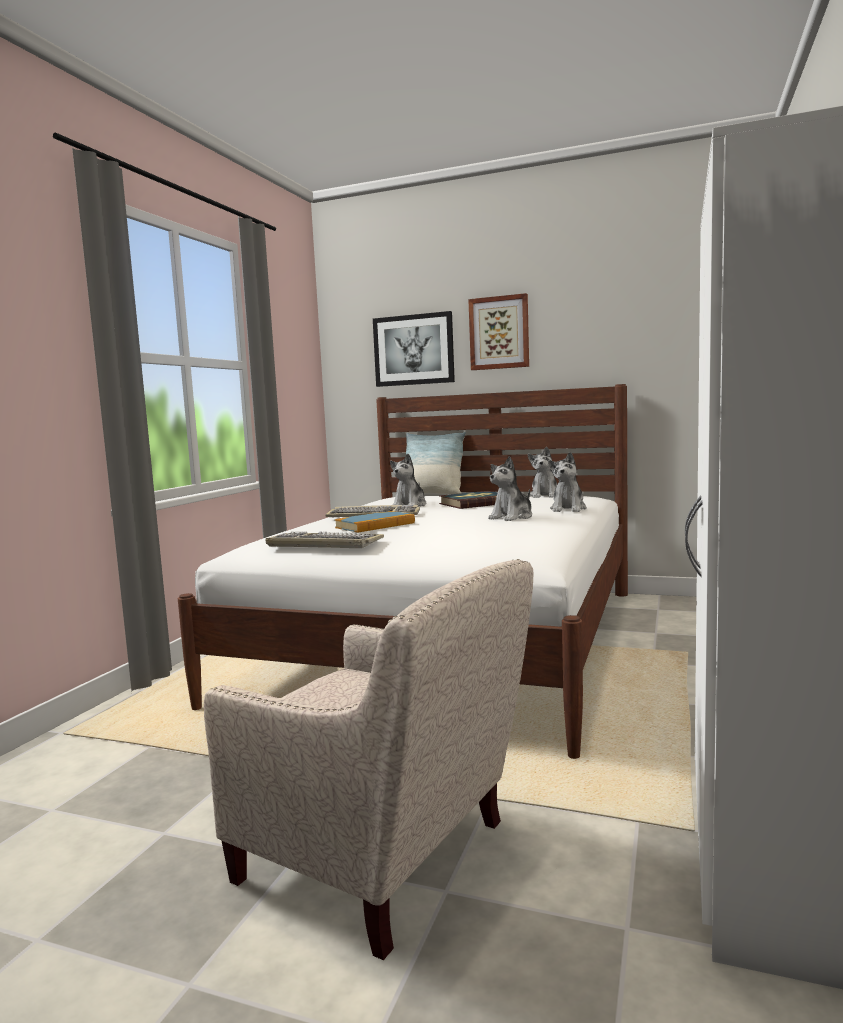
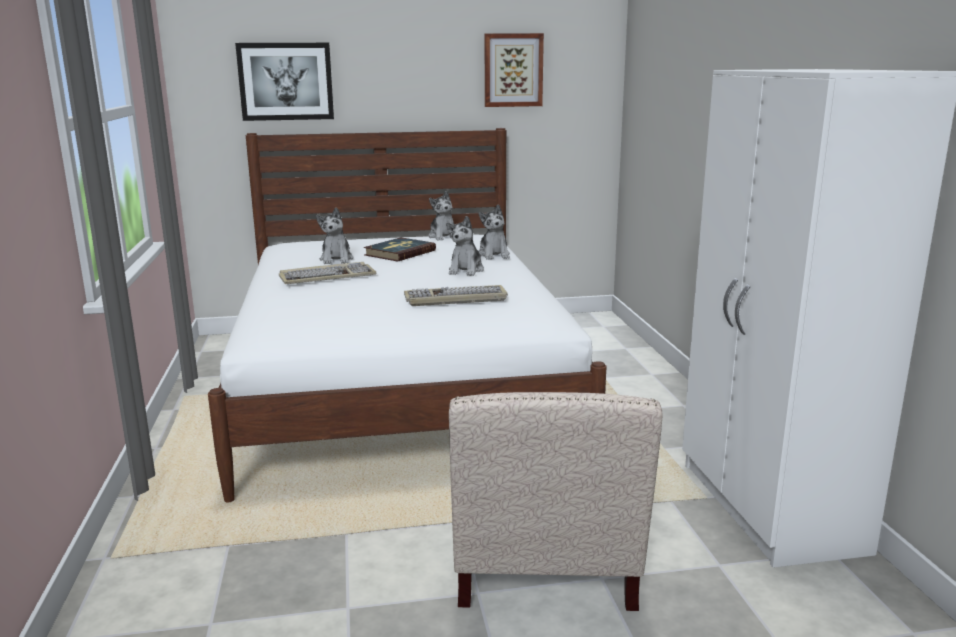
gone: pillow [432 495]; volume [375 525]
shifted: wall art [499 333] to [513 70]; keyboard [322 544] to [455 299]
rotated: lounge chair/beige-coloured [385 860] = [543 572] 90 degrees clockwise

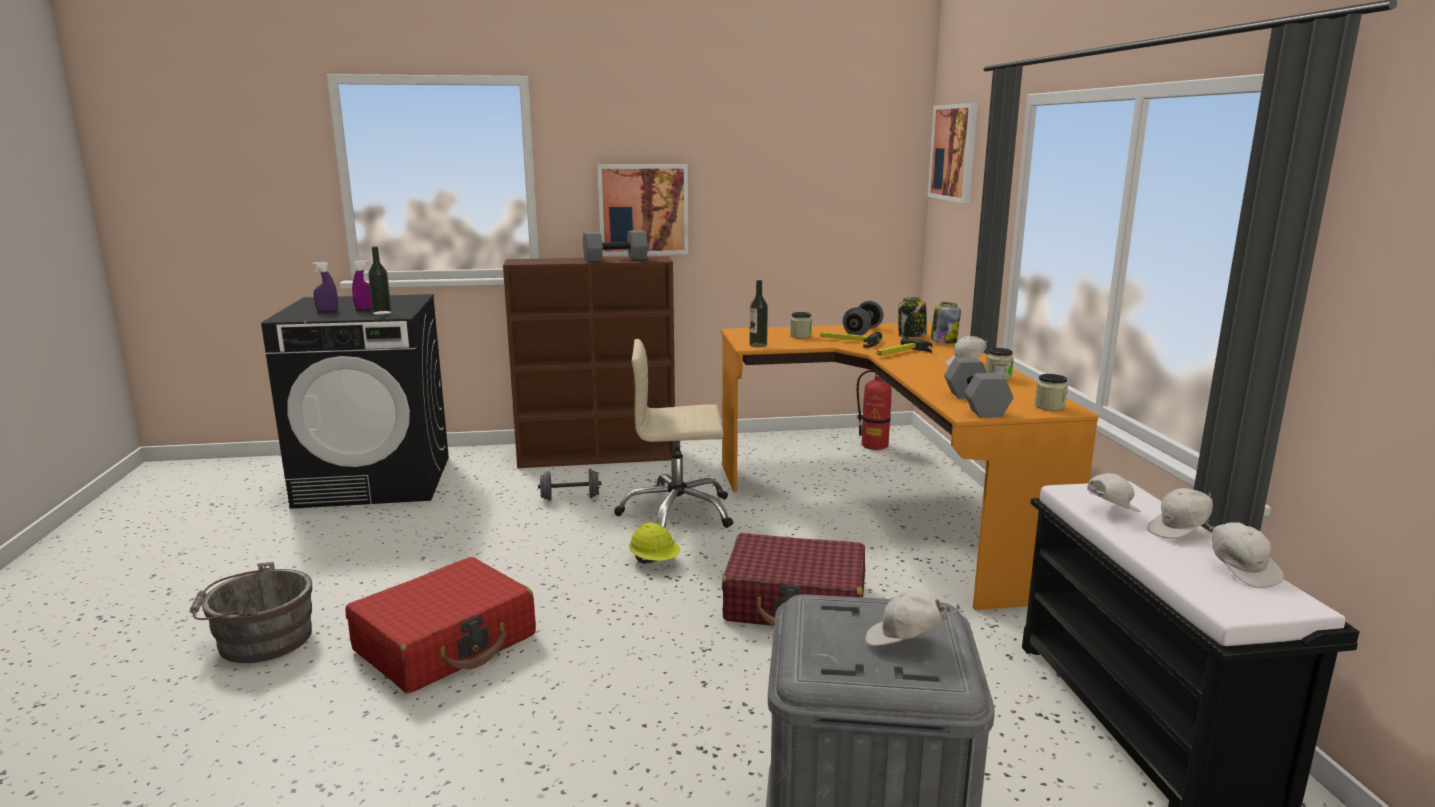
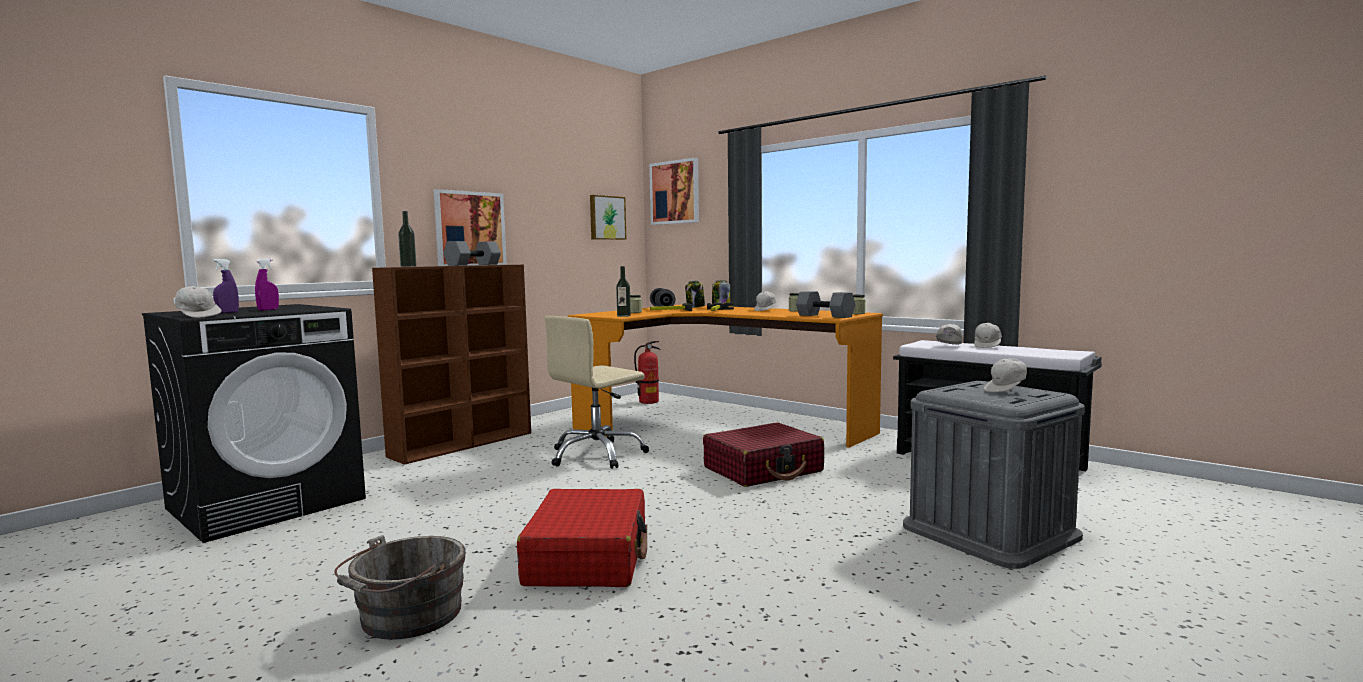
gone: hand weight/gray [570 498]; hard hat/yellow [654 561]
new: wall art [606 218]
shifted: drink bottle [382 313] to [408 266]; baseball cap/white-coloured [1241 570] to [198 316]

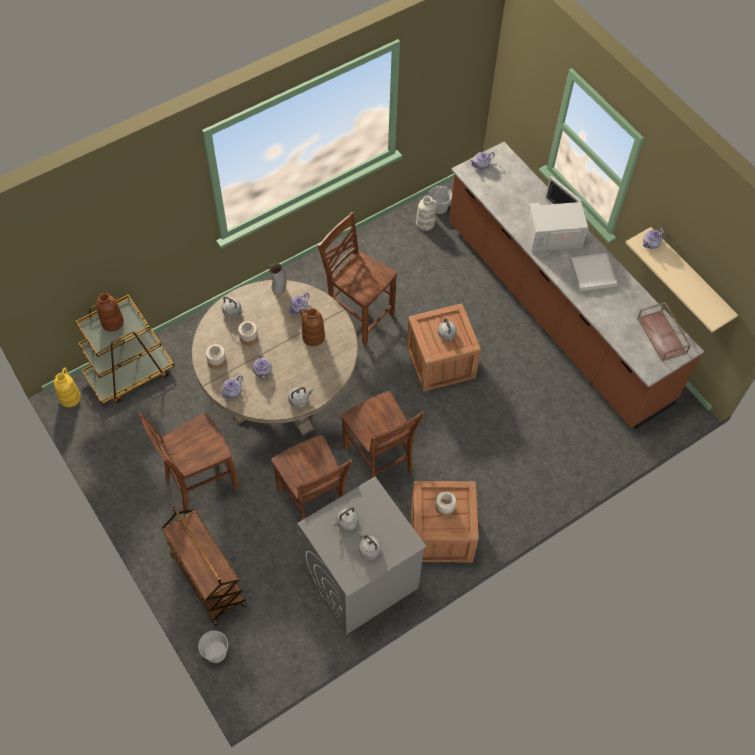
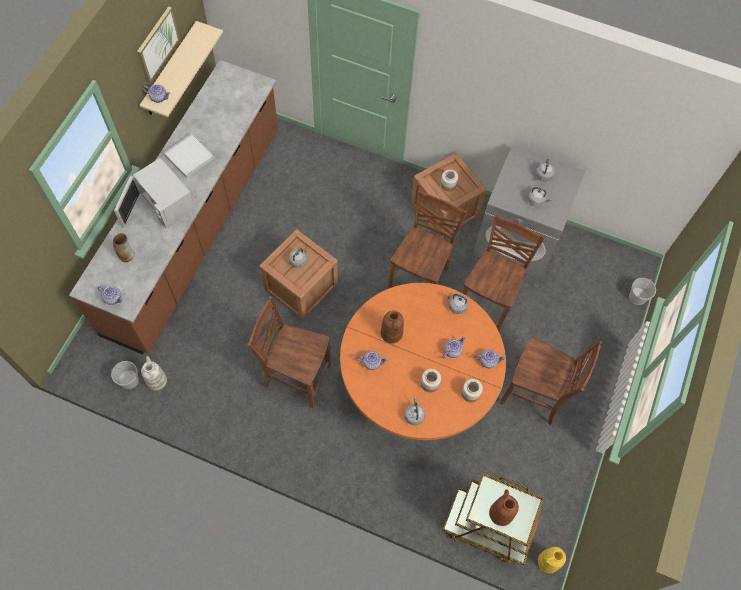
gone: serving tray/brownish [662 336]; trolley/brownish [207 580]
new: wall art [157 44]
shifted: decorative vase [279 288] to [126 255]
repainted: dining table/beige-coloured [280 393] to dining table/orangey [415 388]
rotated: upright chair/brownish [358 314] = [296 376] 105 degrees clockwise

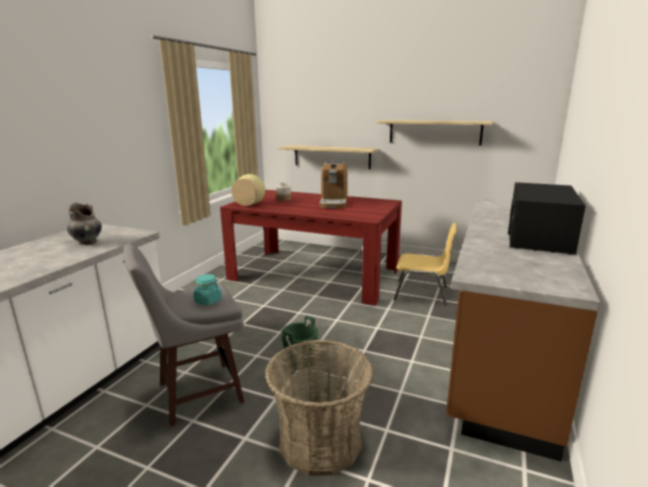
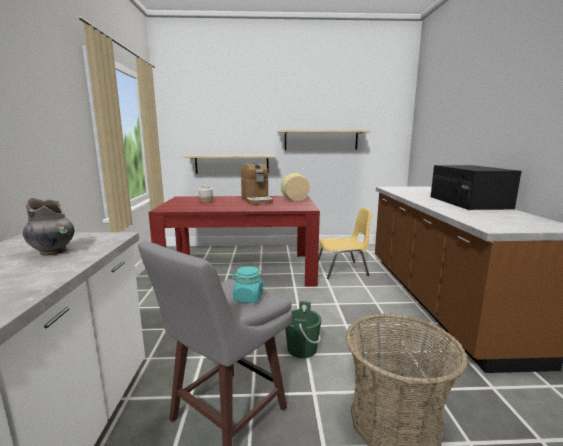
shifted: decorative vase [250 204] to [294 200]

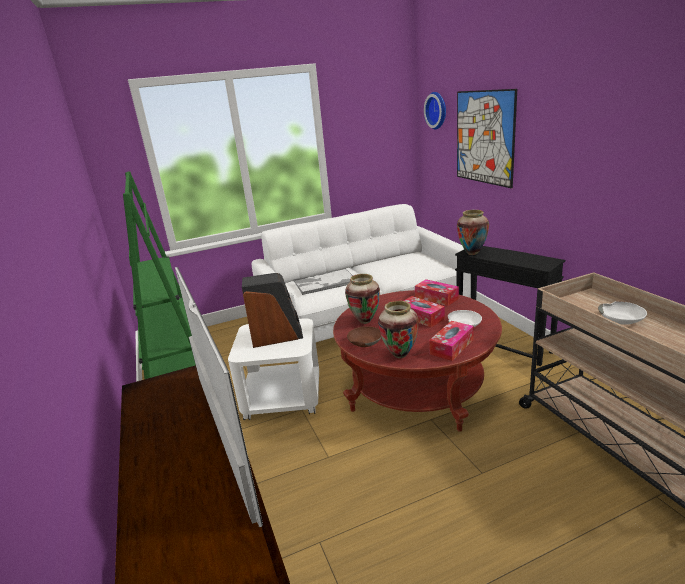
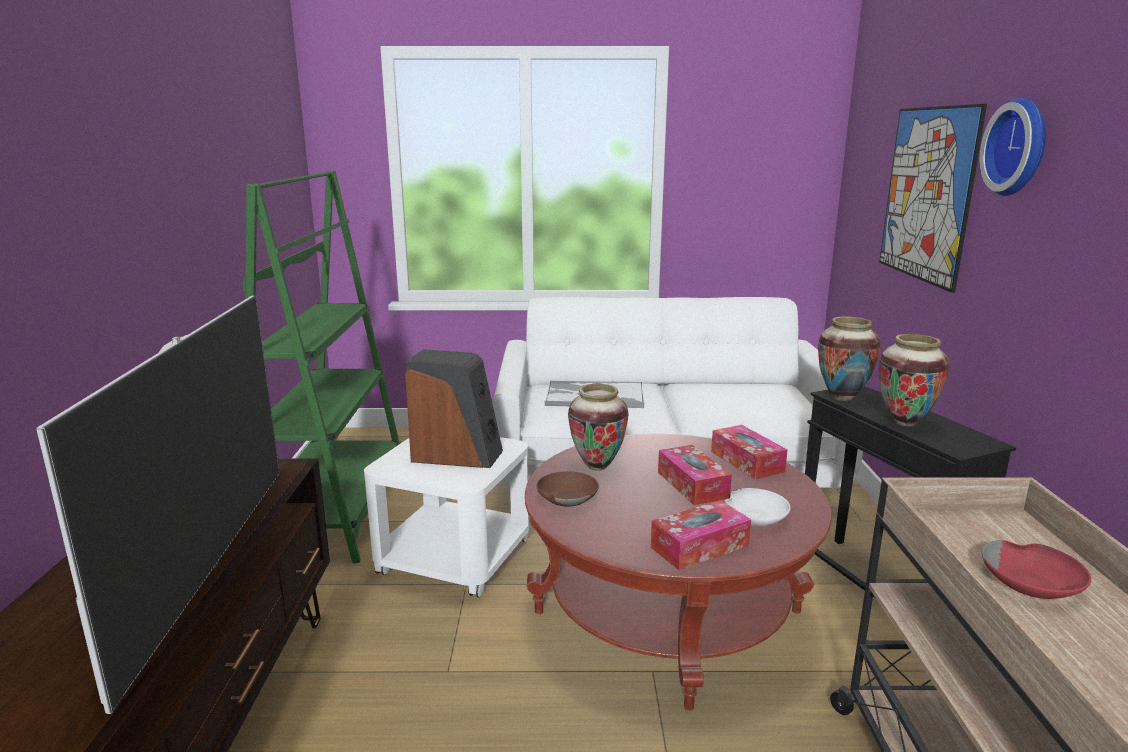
shifted: hanging clock [437 110] to [1020 147]; decorative vase [400 355] to [905 422]
repainted: bowl/white-coloured [621 319] to bowl/red-coloured [1033 583]

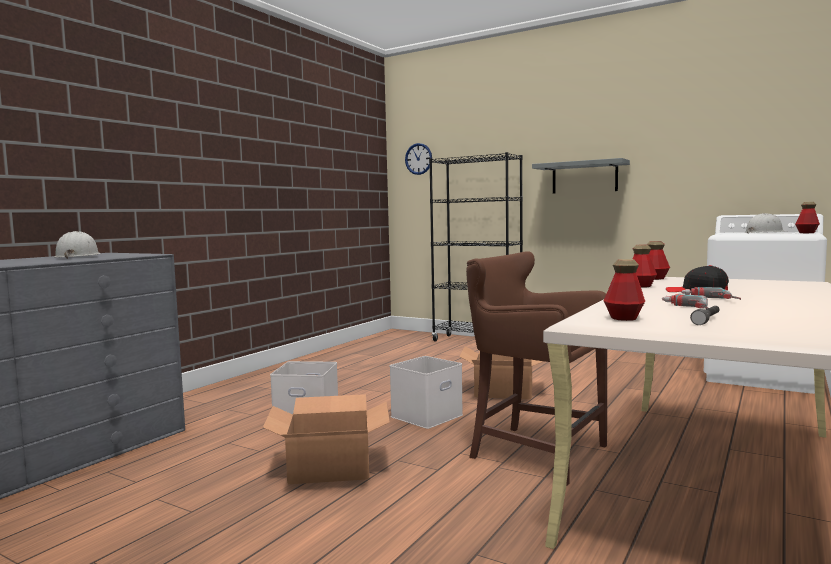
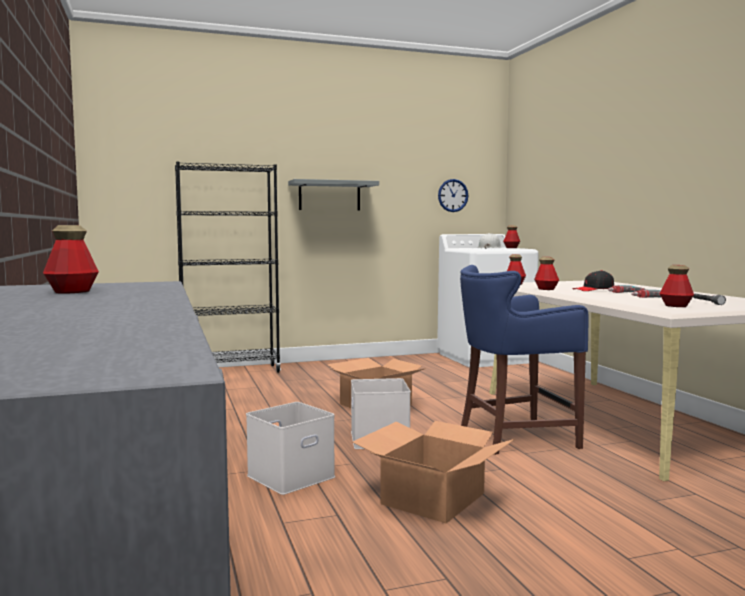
shifted: hanging clock [418 159] to [453 195]
swapped: hard hat/white-coloured [78 256] to drink bottle [72 292]
repainted: sitting stool/brownish [534 451] to sitting stool/bluish [513 437]

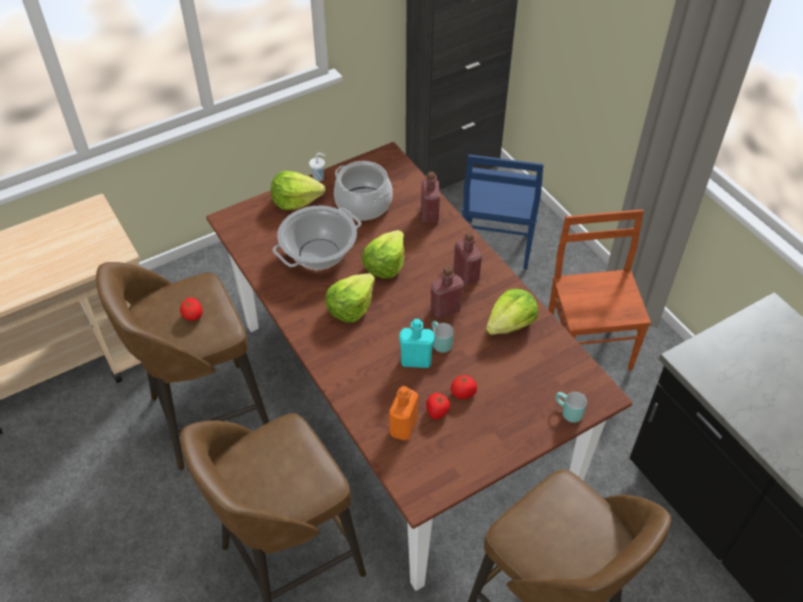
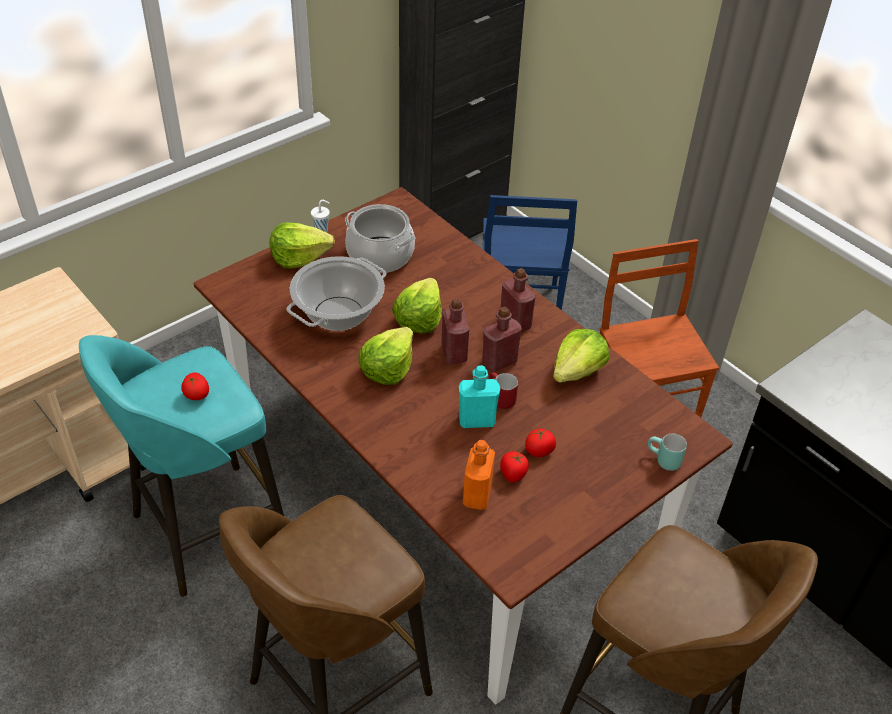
shifted: drink bottle/red-coloured [429 215] to [454 353]
repainted: sitting stool/brownish [206 416] to sitting stool/blue-green [206 530]; coffee mug/blue-green [439 343] to coffee mug/red-coloured [499 398]

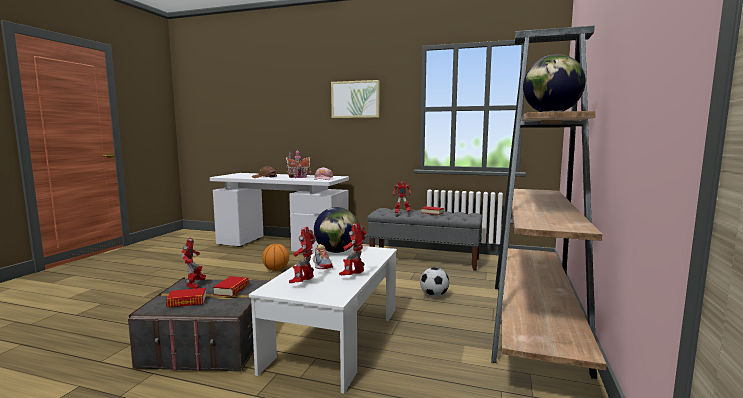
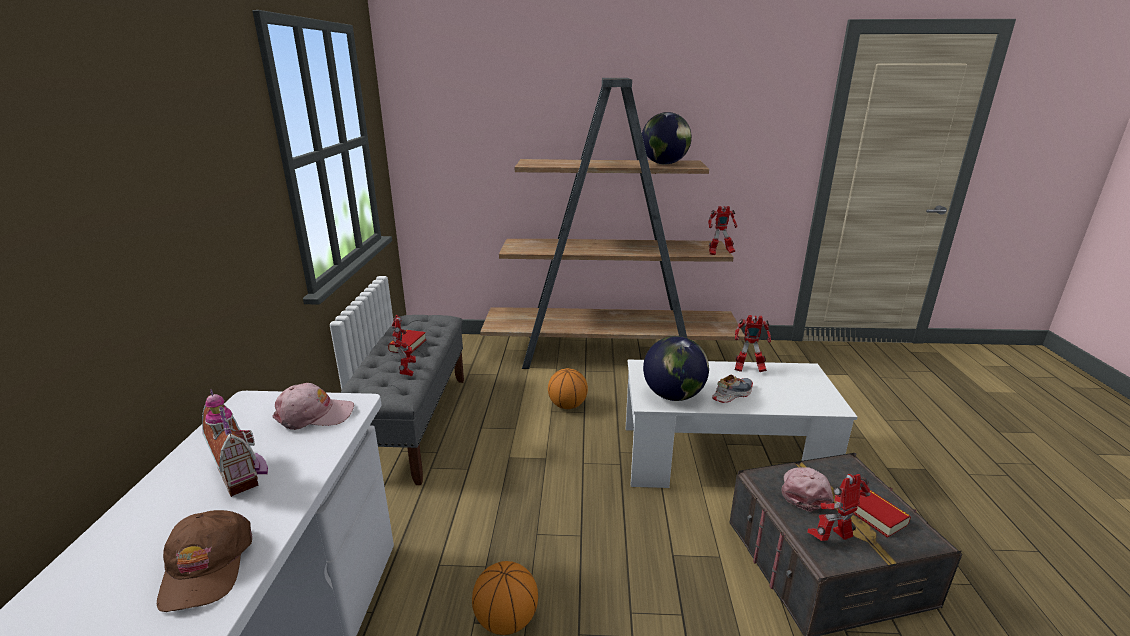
gone: wall art [355 99]
shifted: toy robot [303 283] to [719 254]
swapped: football ball [434 295] to basketball ball [567 405]; volume [231 290] to baseball cap/pink [805 491]

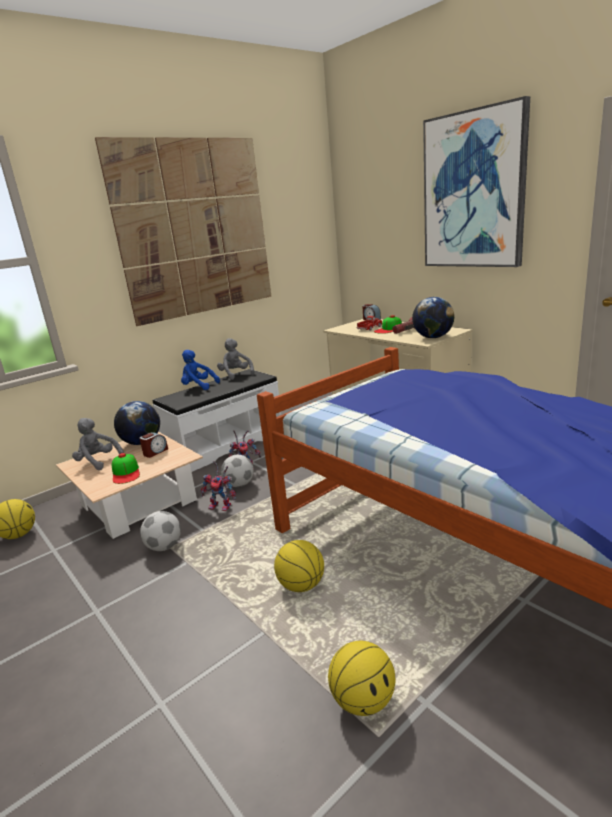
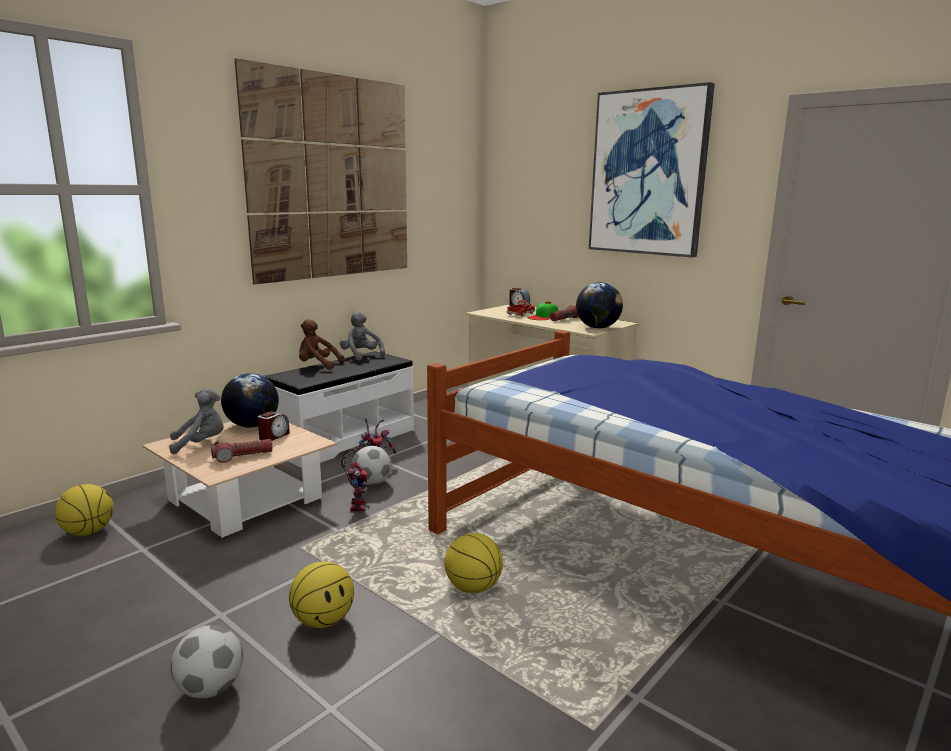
shifted: football ball [164 547] to [211 688]; basketball ball [364 701] to [324 621]
swapped: baseball cap [126 472] to flashlight [242 456]
repainted: cuddly toy/bluish [198 386] to cuddly toy/brownish [317 365]
rotated: cuddly toy/gray [98 462] = [201 444] 135 degrees clockwise; toy robot [222 506] = [356 505] 105 degrees counterclockwise

